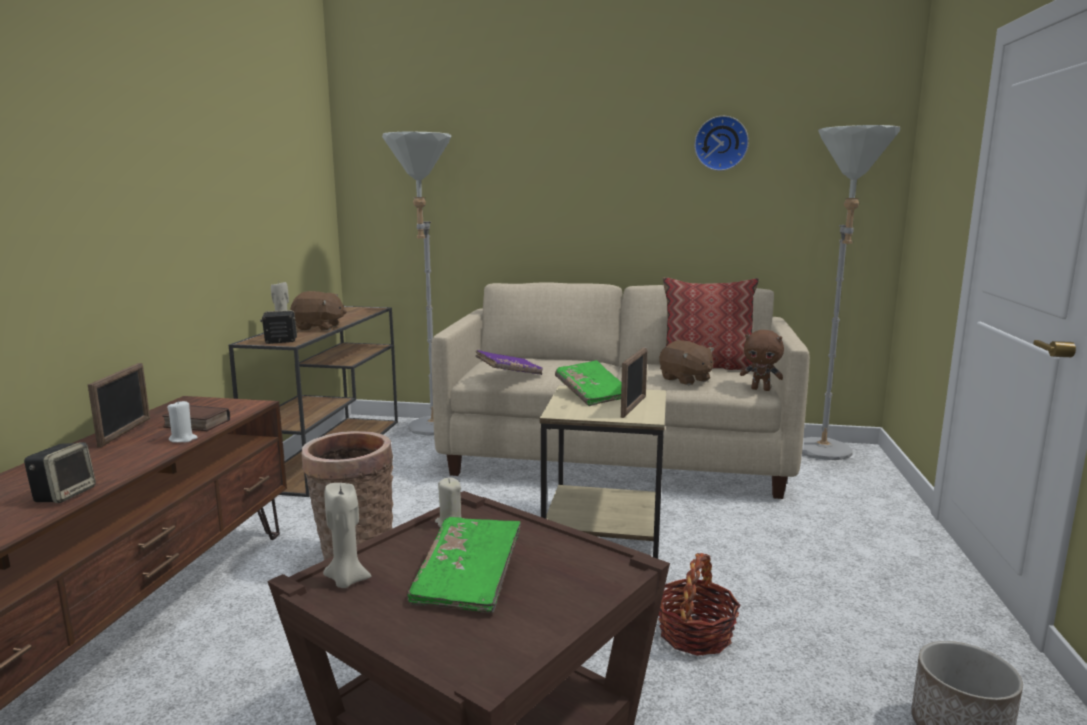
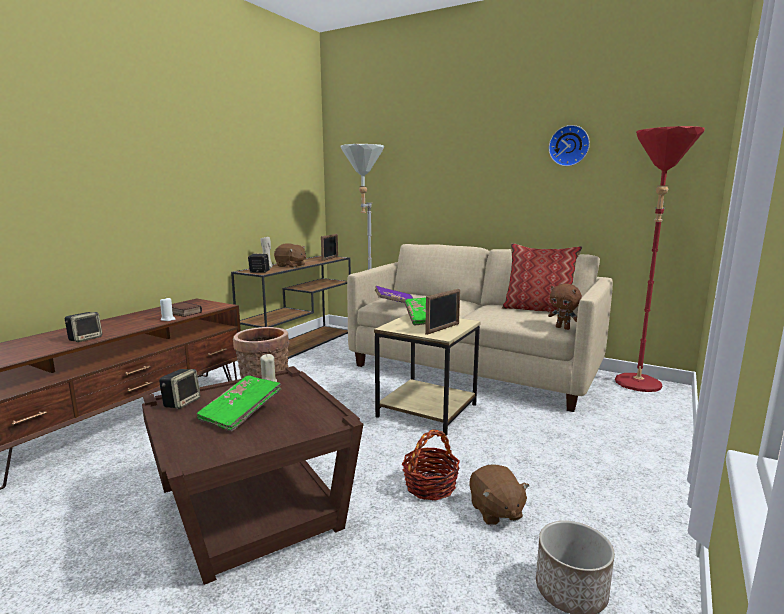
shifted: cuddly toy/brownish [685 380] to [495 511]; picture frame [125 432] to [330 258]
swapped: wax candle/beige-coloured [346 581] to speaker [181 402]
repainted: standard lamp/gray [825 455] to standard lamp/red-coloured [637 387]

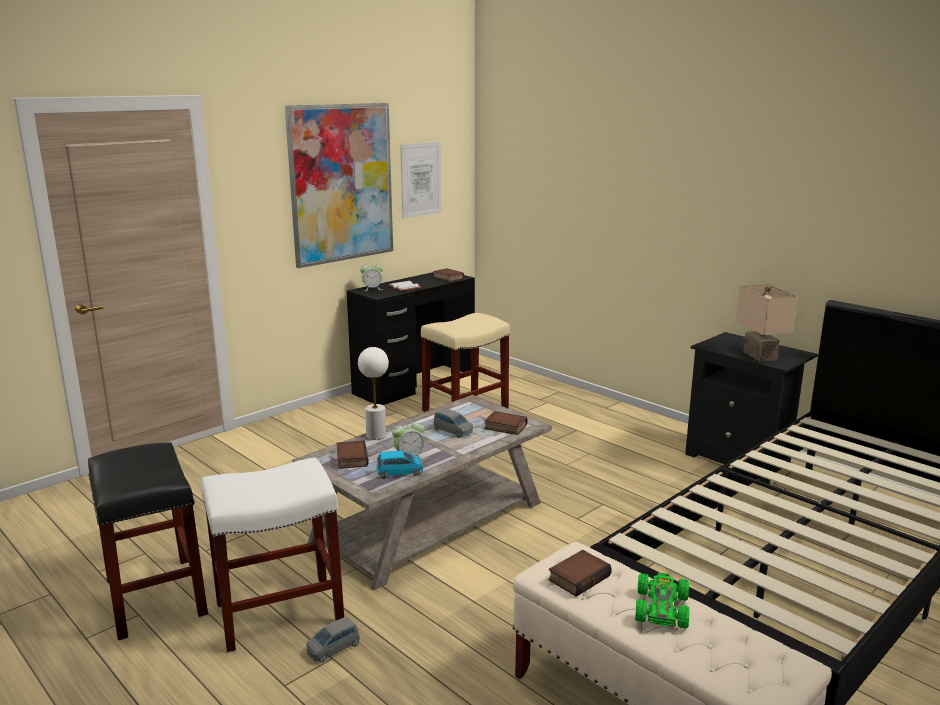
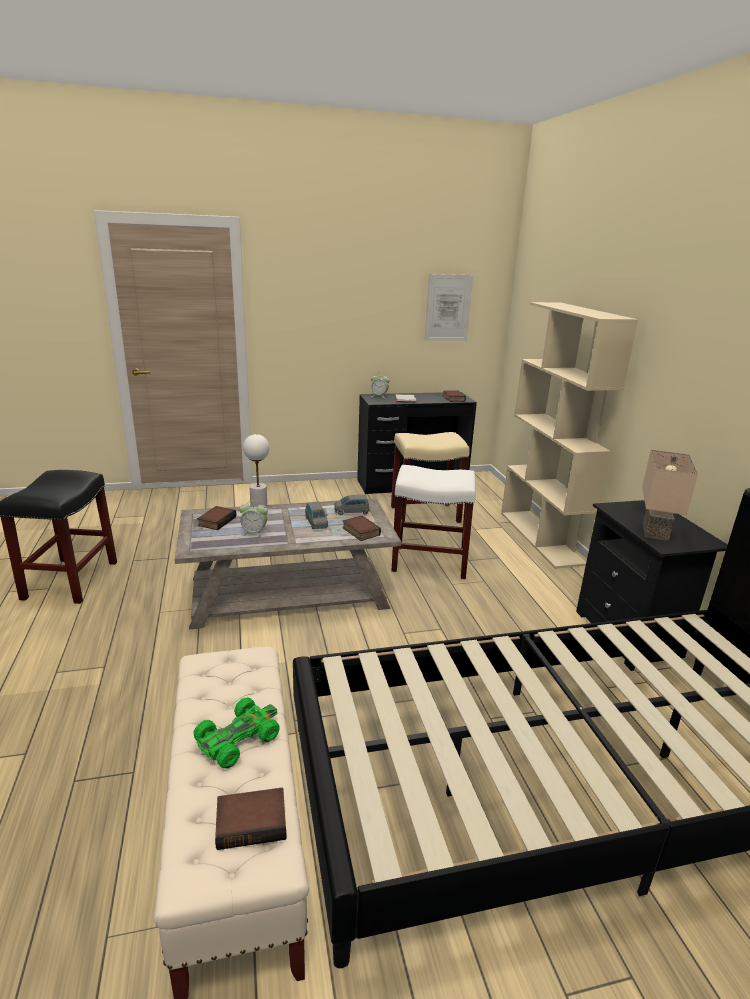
gone: wall art [341 183]; toy car/bluish [400 472]
new: shelving unit/beige-coloured [541 537]
shifted: sitting stool/white-coloured [280 612] to [430 562]; volume [578 577] to [252 821]; toy car/gray [333 648] to [351 511]

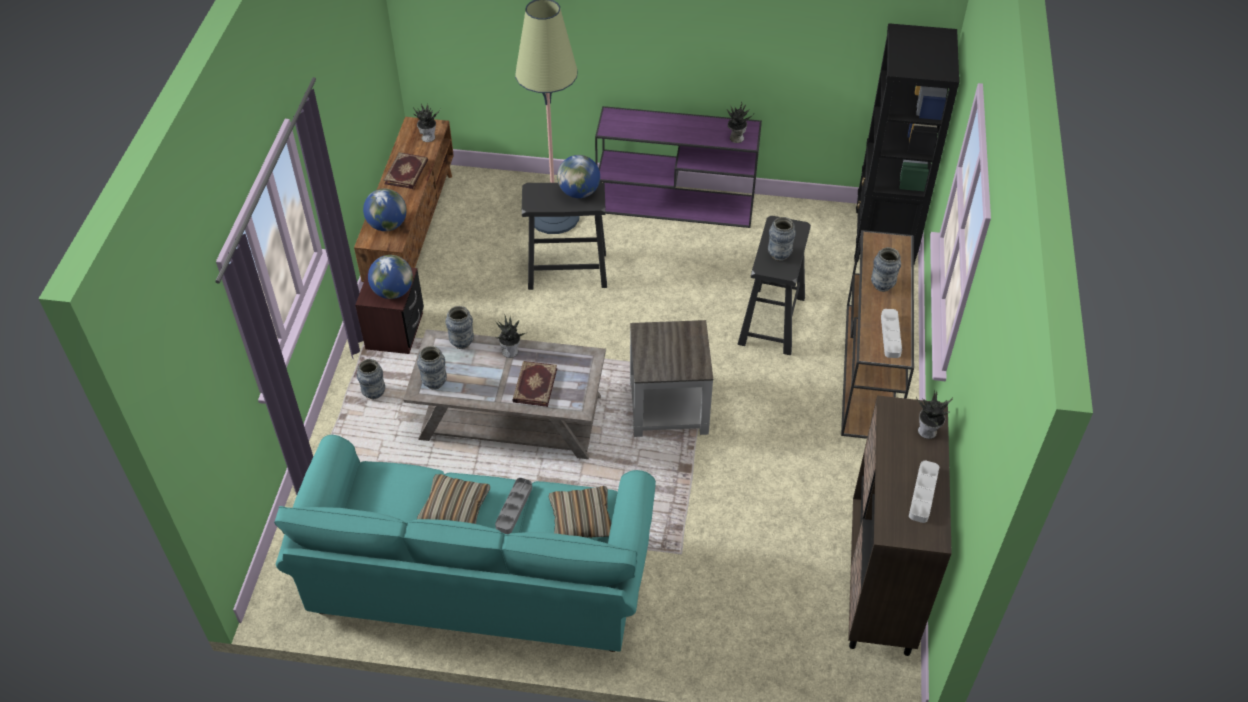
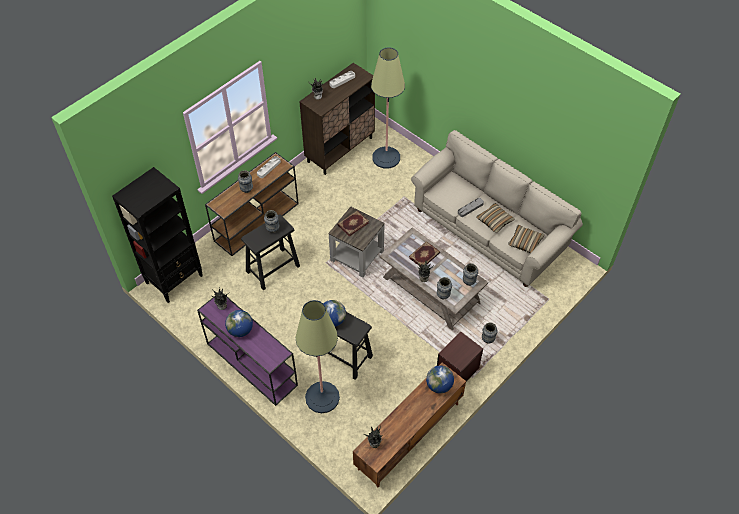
new: standard lamp [386 158]
shifted: volume [407 172] to [352 224]; globe [393 292] to [240 330]; pillow [581 520] to [525 242]
repainted: sofa/blue-green [479 576] to sofa/beige-coloured [489 231]

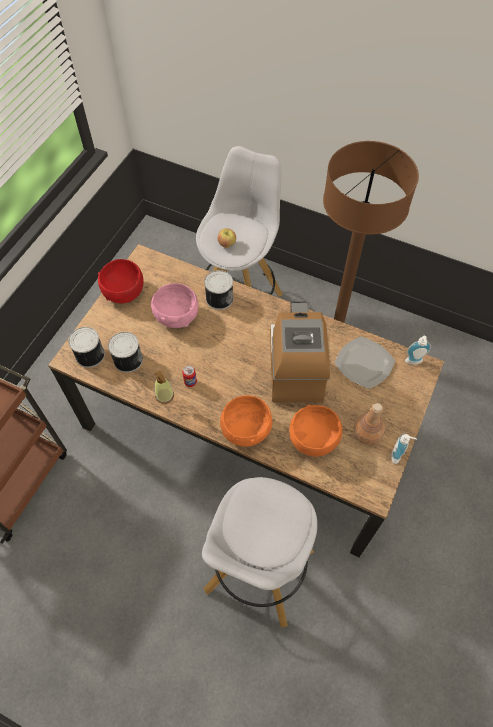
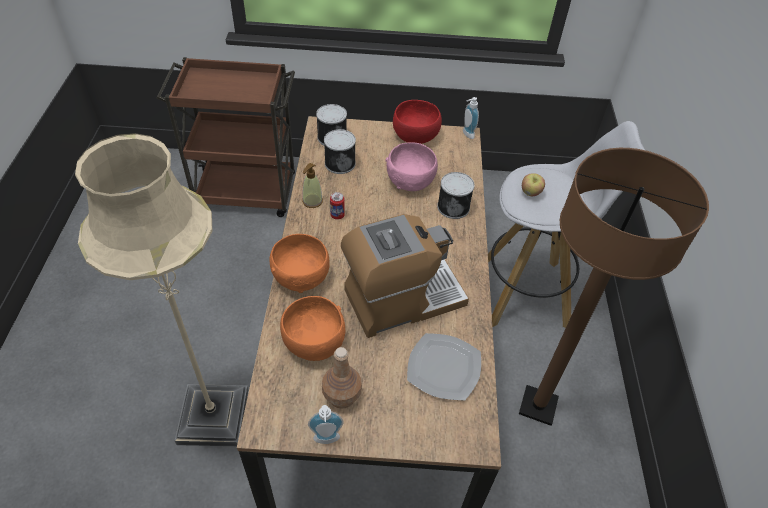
shifted: soap bottle [414 362] to [466 134]
swapped: sitting stool/white-coloured [258 572] to standard lamp/beige-coloured [213 416]

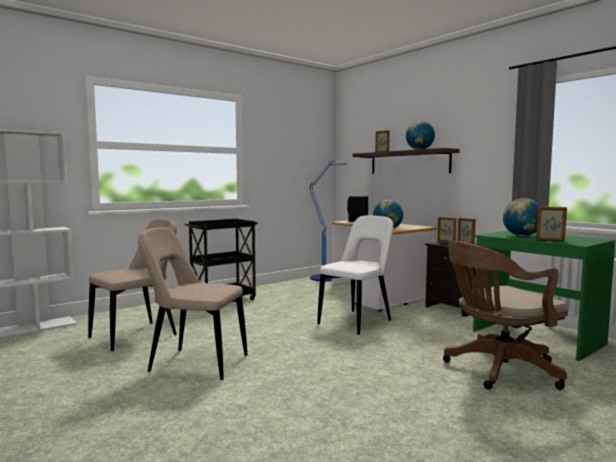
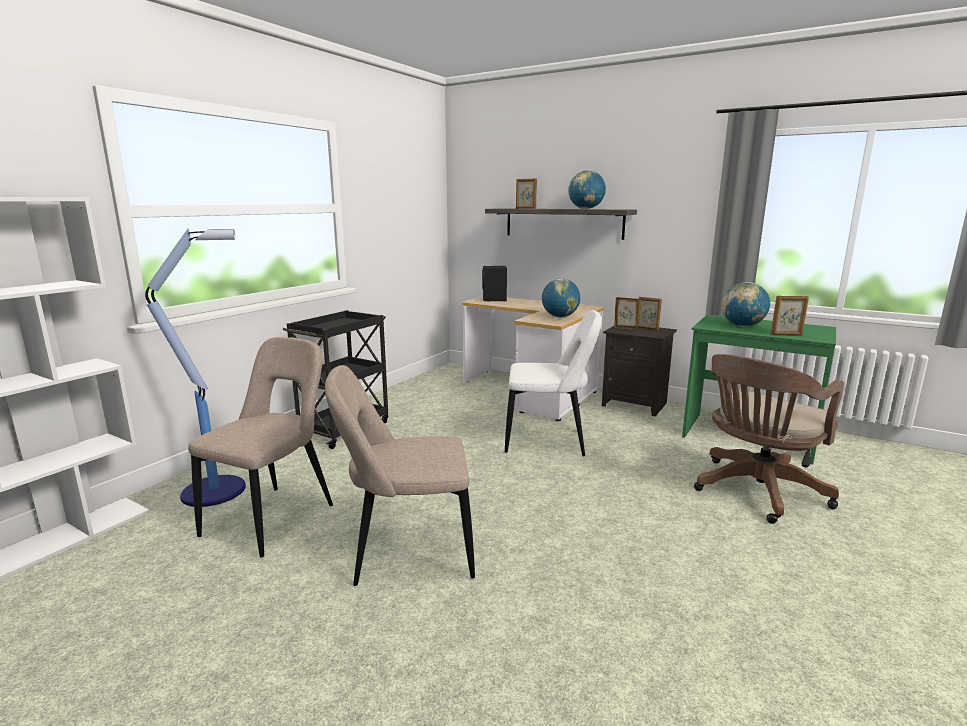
shifted: standard lamp [324 278] to [217 490]
rotated: upright chair/white-coloured [357 321] = [549 442] 75 degrees clockwise

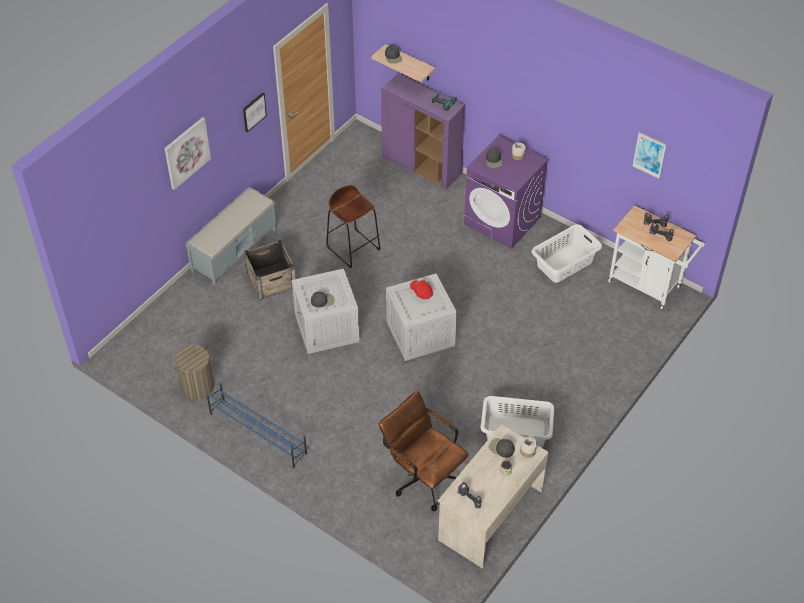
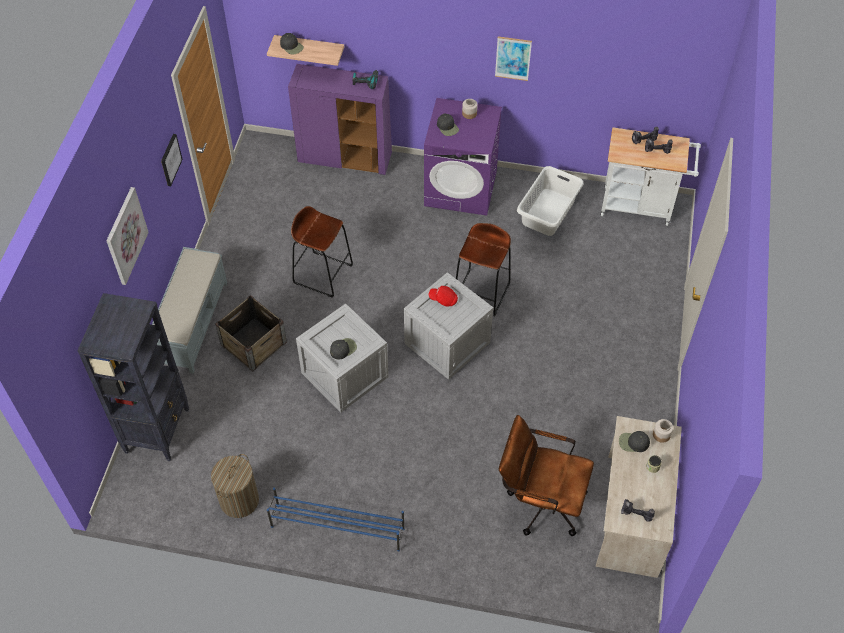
gone: hamper/white-coloured [516 432]
new: sitting stool/brownish [481 293]; shelving unit/black [157 430]
shifted: wall art [649 155] to [513 58]

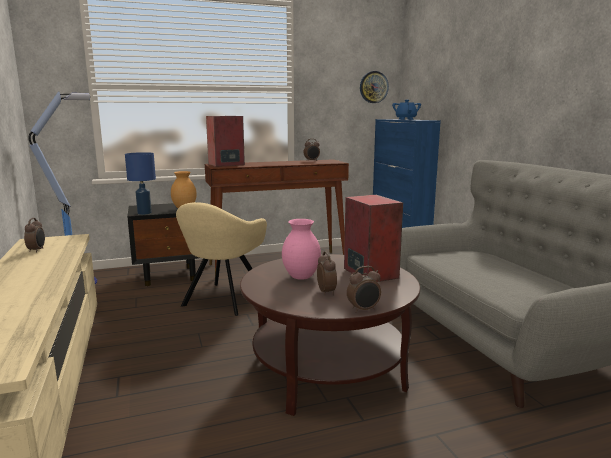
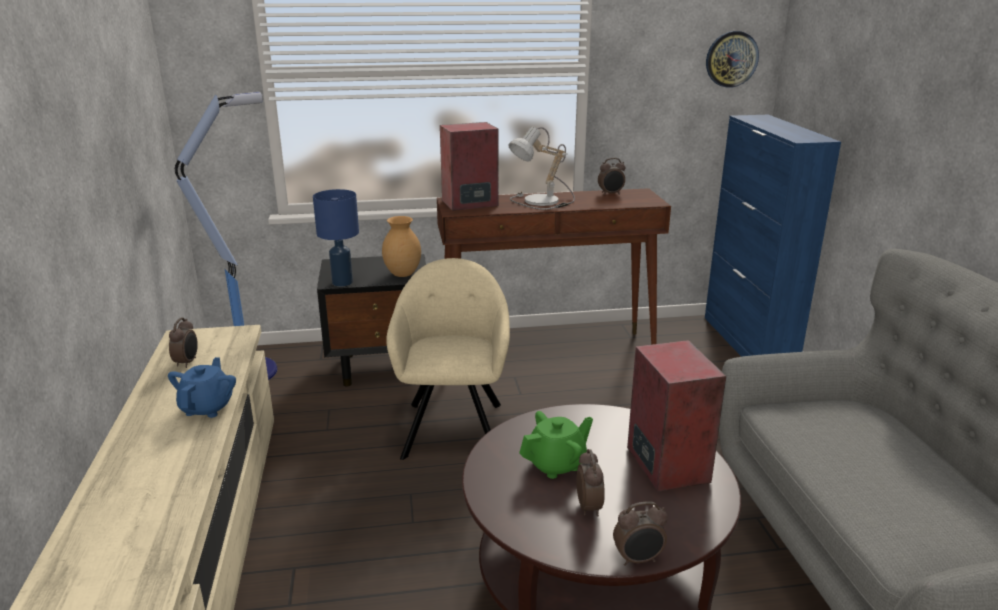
new: lamp for a table [542 202]
shifted: tea pot/bluish [406 119] to [207 407]
swapped: decorative vase/pink [301 277] to tea pot/greenish [556 464]
rotated: lounge chair/beige-coloured [223 299] = [453 426] 150 degrees clockwise

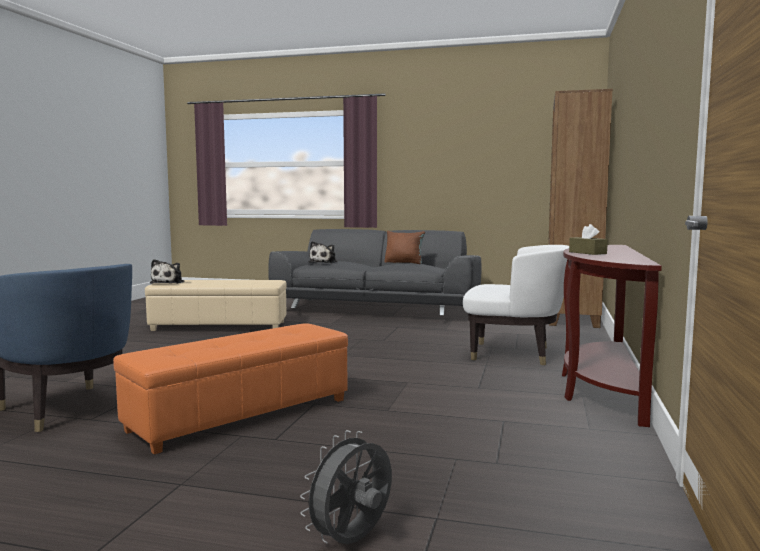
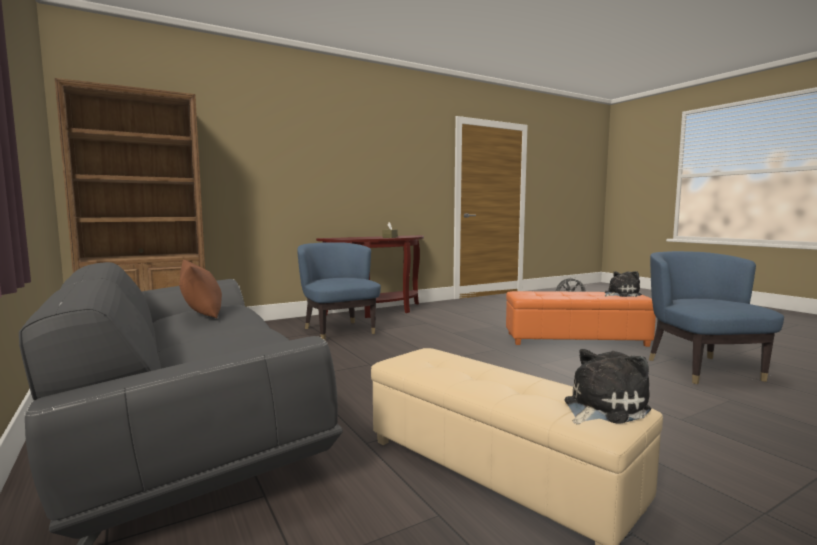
shifted: cuddly toy [324 262] to [620 294]
repainted: lounge chair/white-coloured [513 354] to lounge chair/bluish [338 330]

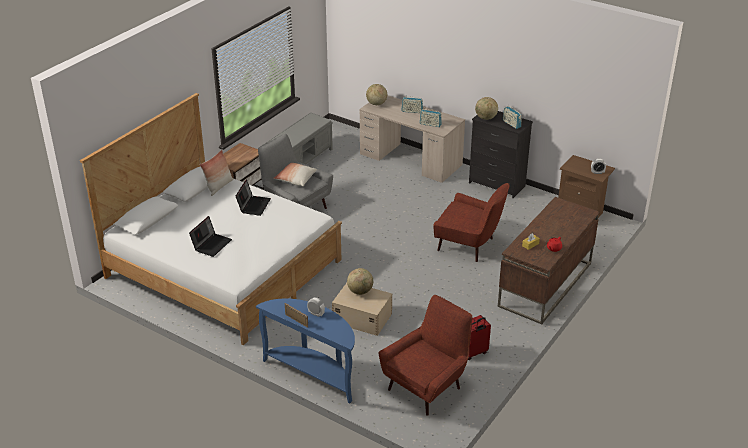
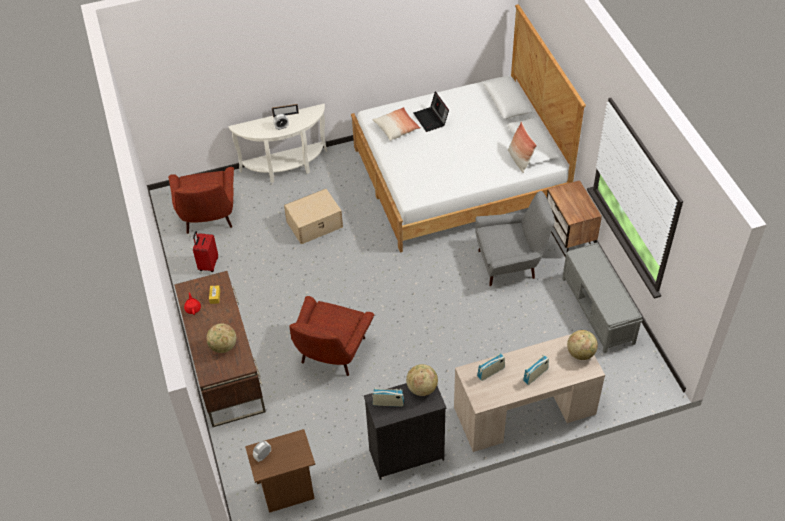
gone: portable computer [253 205]
shifted: pillow [295 179] to [396 128]; globe [360 291] to [223 347]
repainted: hall table/bluish [314 373] to hall table/white-coloured [286 168]
rotated: lounge chair/red-coloured [469 245] = [331 354] 45 degrees counterclockwise

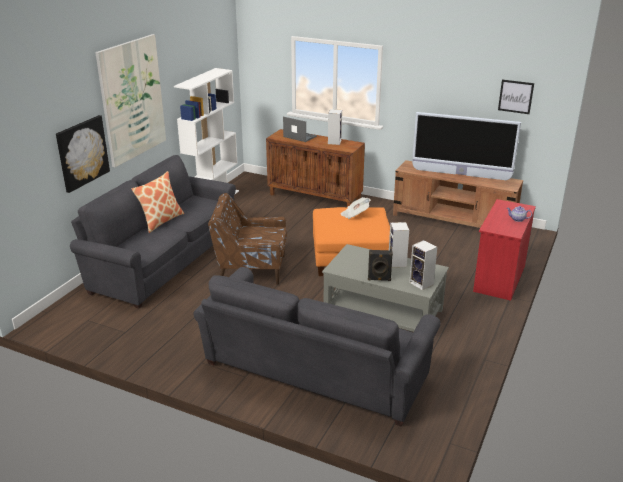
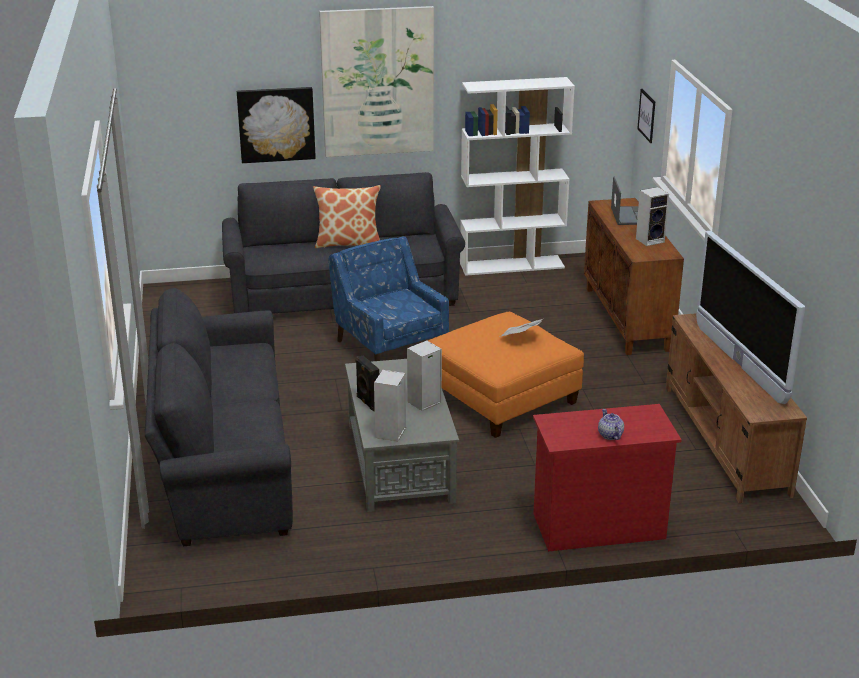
shifted: wall art [515 96] to [646 115]
repainted: lounge chair/brownish [251 269] to lounge chair/bluish [390 347]

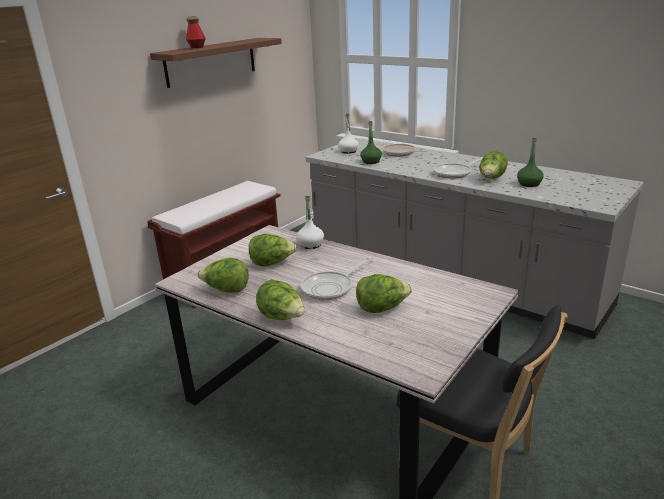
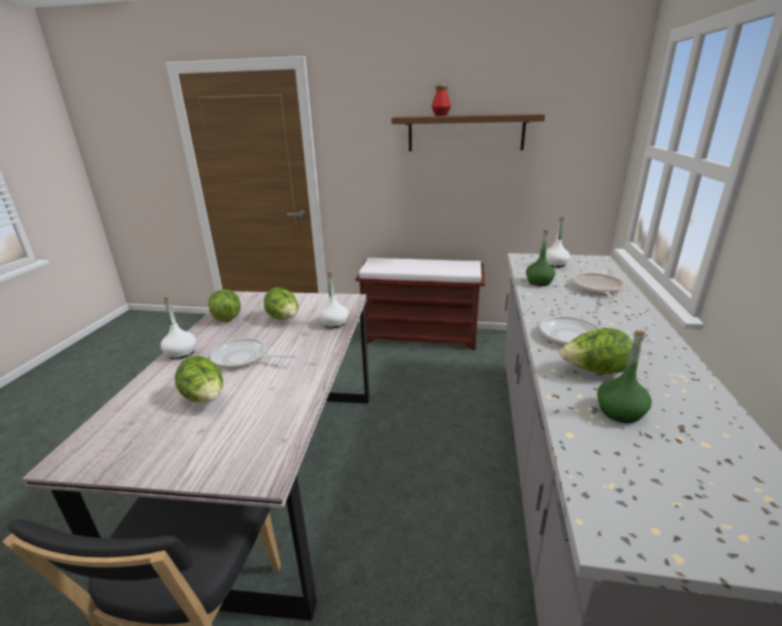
swapped: lettuce [282 318] to drink bottle/white-coloured [181 353]

